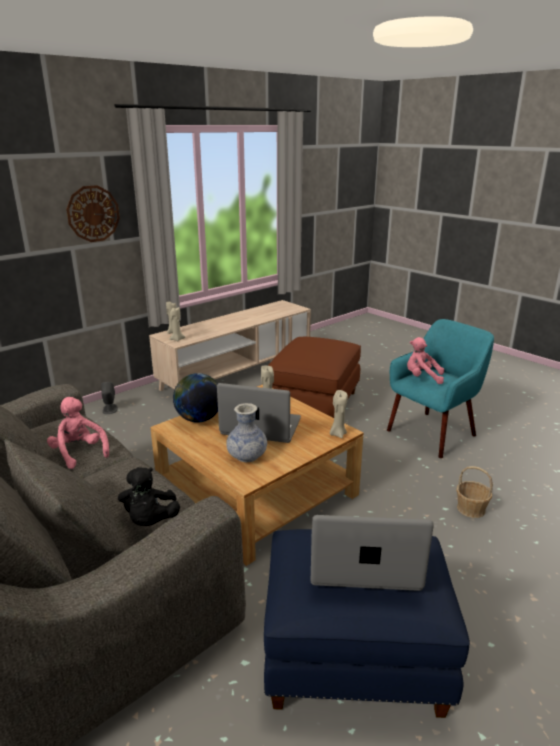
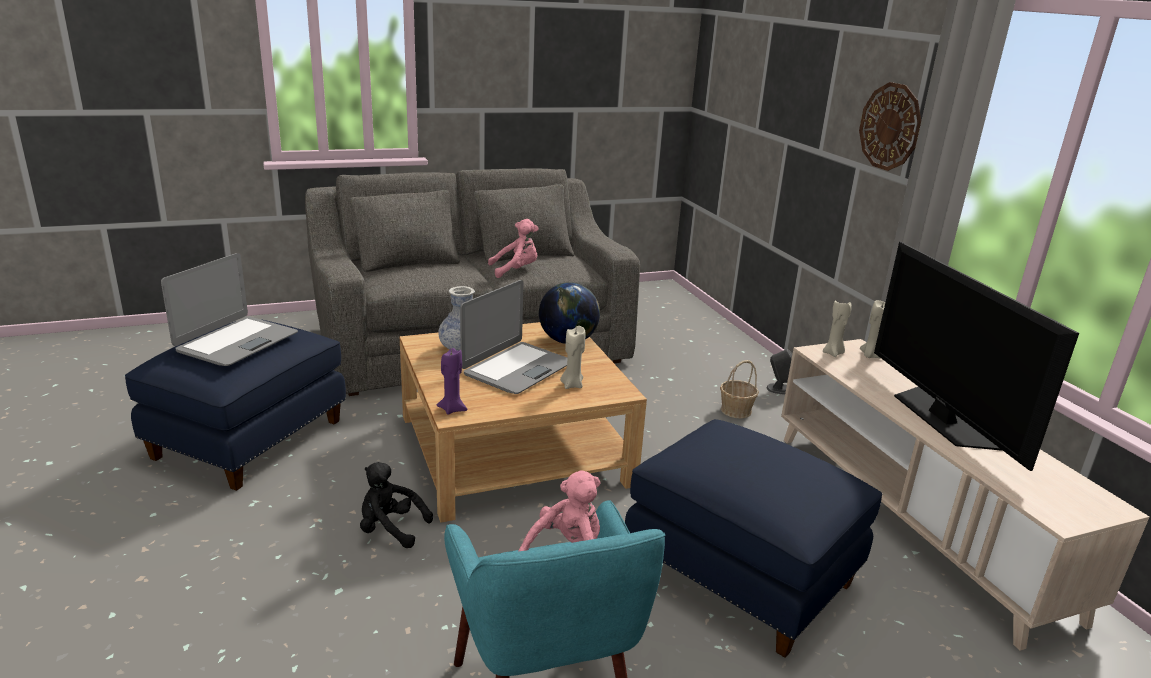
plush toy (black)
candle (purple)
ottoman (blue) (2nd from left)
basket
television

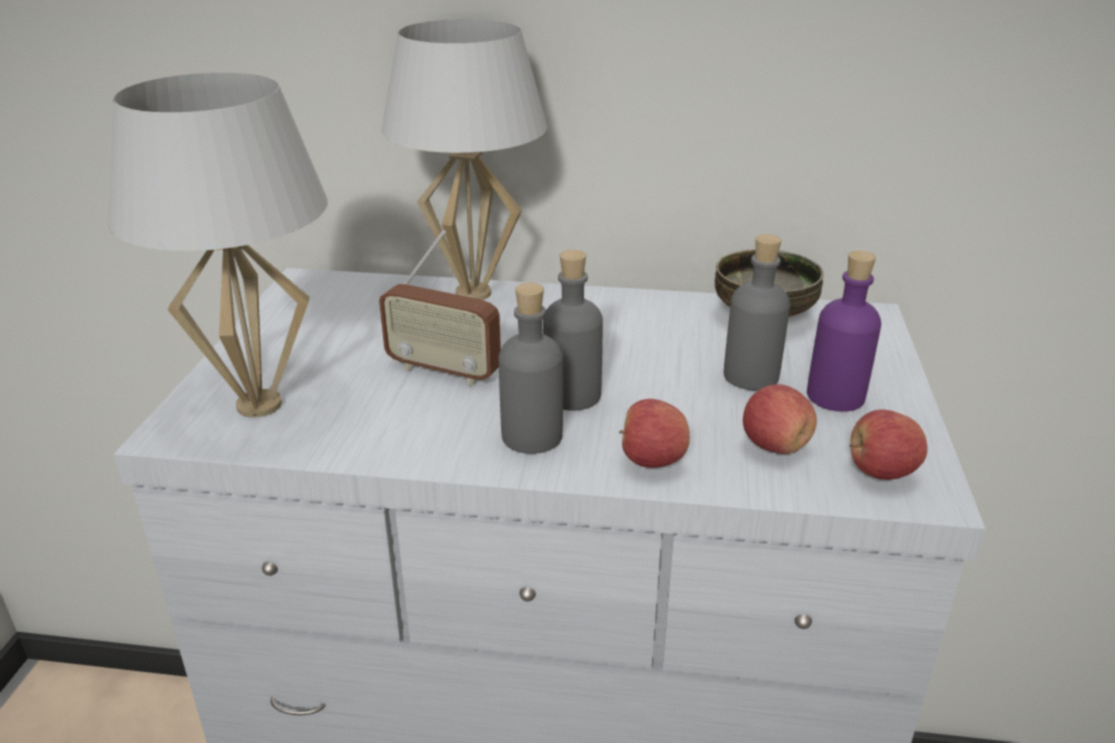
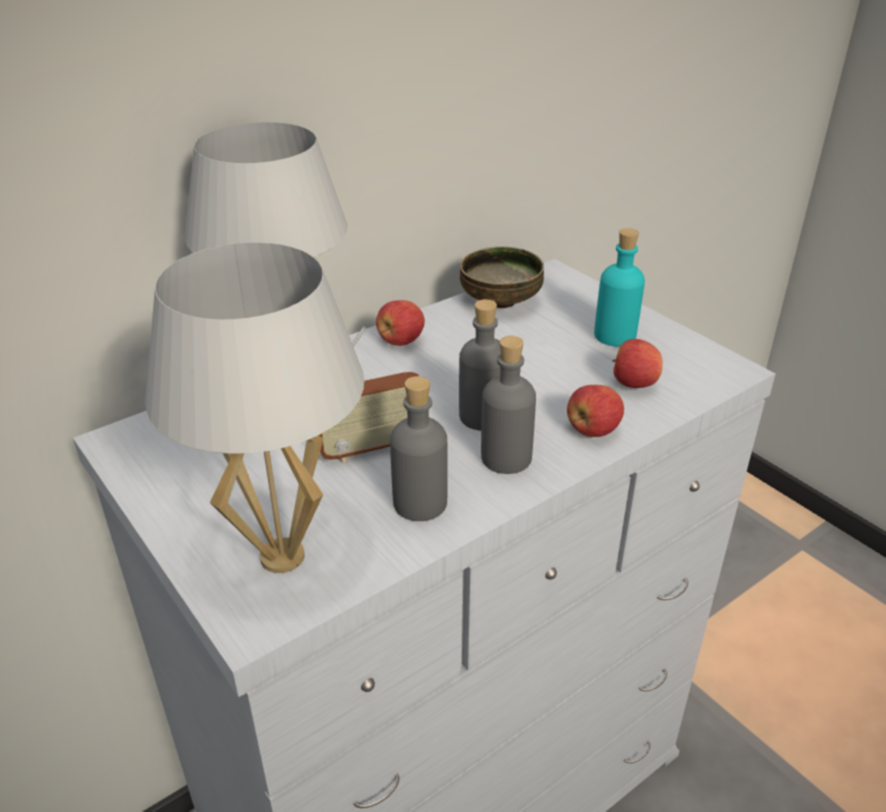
apple (1st from left)
bottle (grey) (1st from left)
bottle (turquoise)

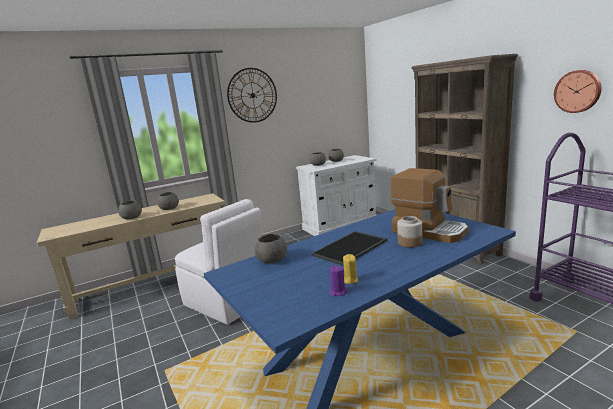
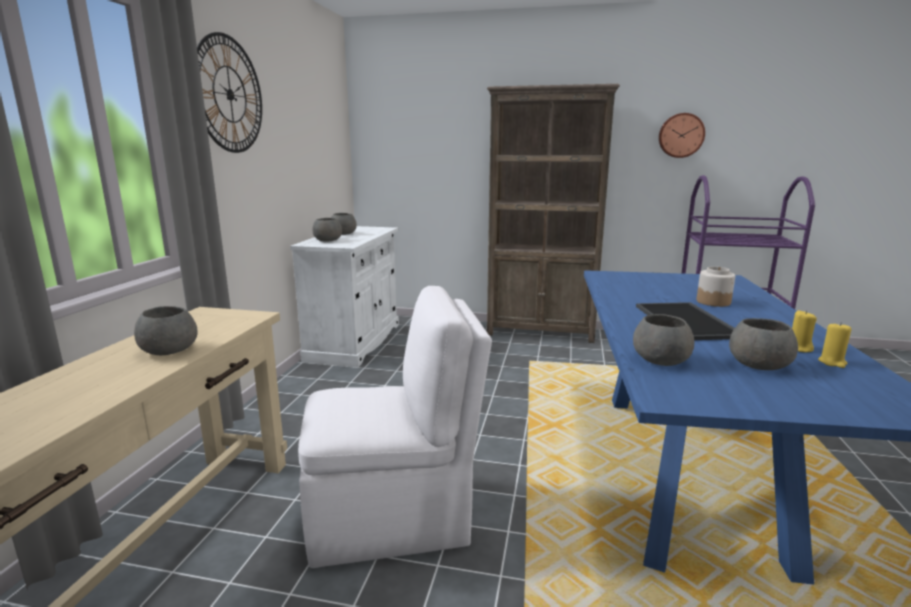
bowl (grey) (5th from left)
candle (yellow) (2nd from left)
coffee machine

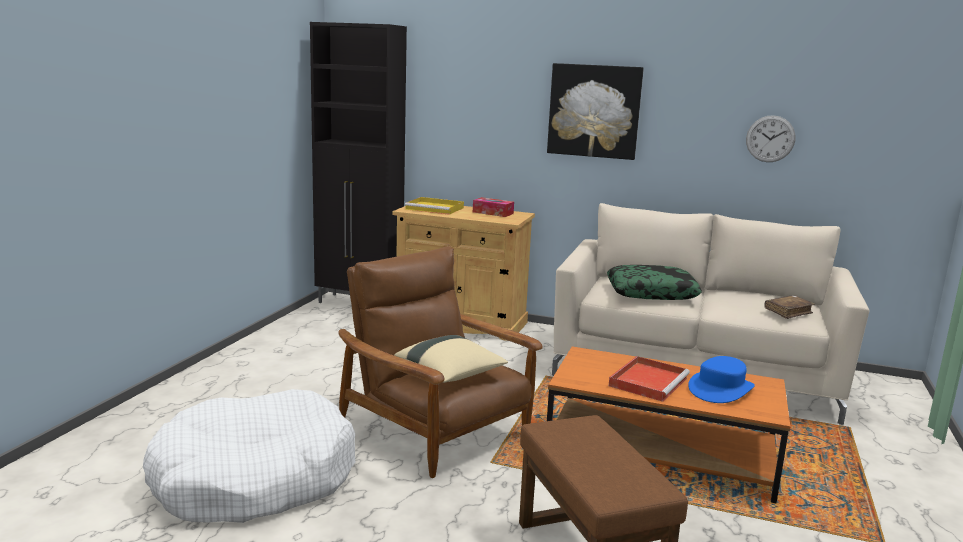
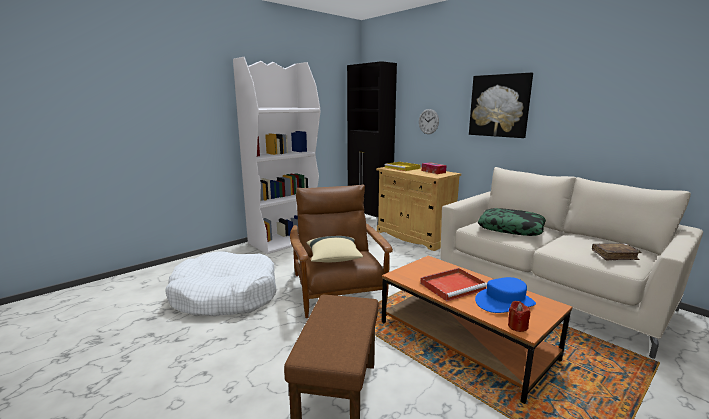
bookcase (white)
wall clock
candle (red)

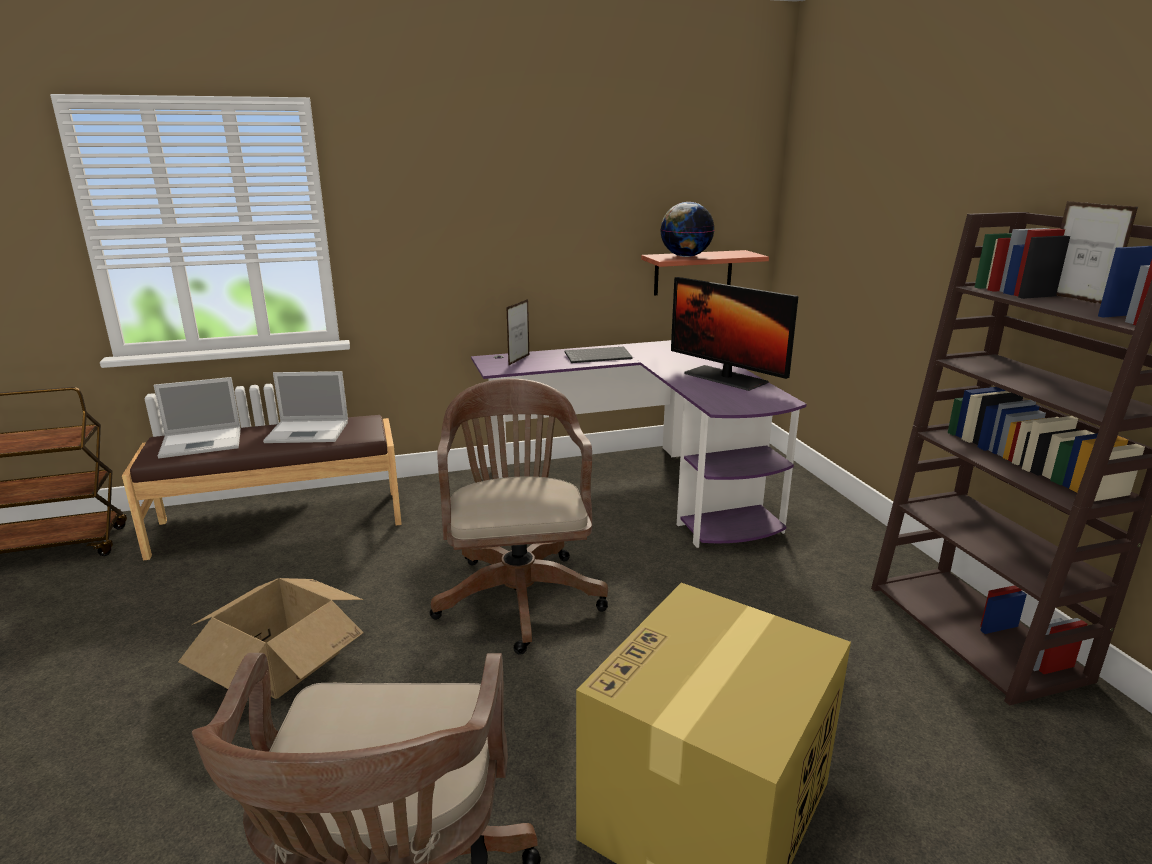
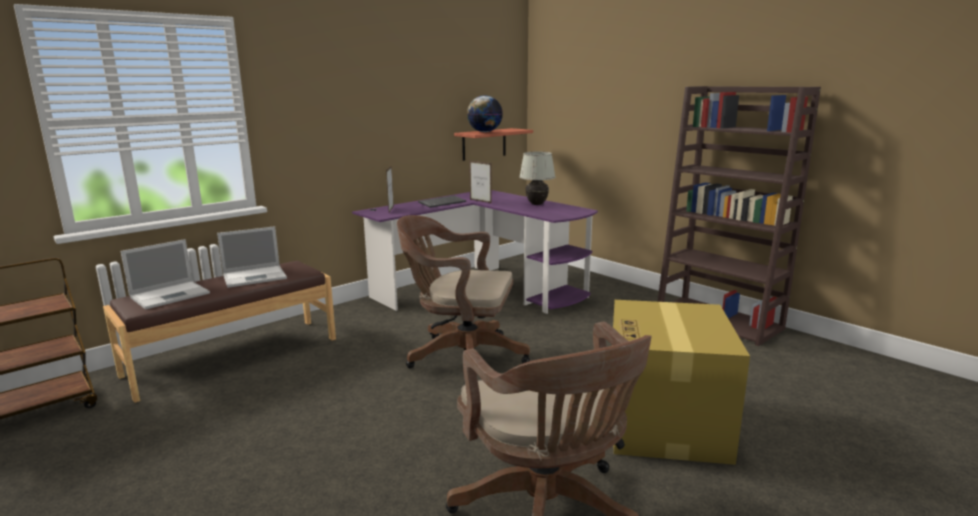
office chair (brown) (1st from left)
picture frame (2nd from left)
table lamp (white)
cardboard box (1st from left in the first image)

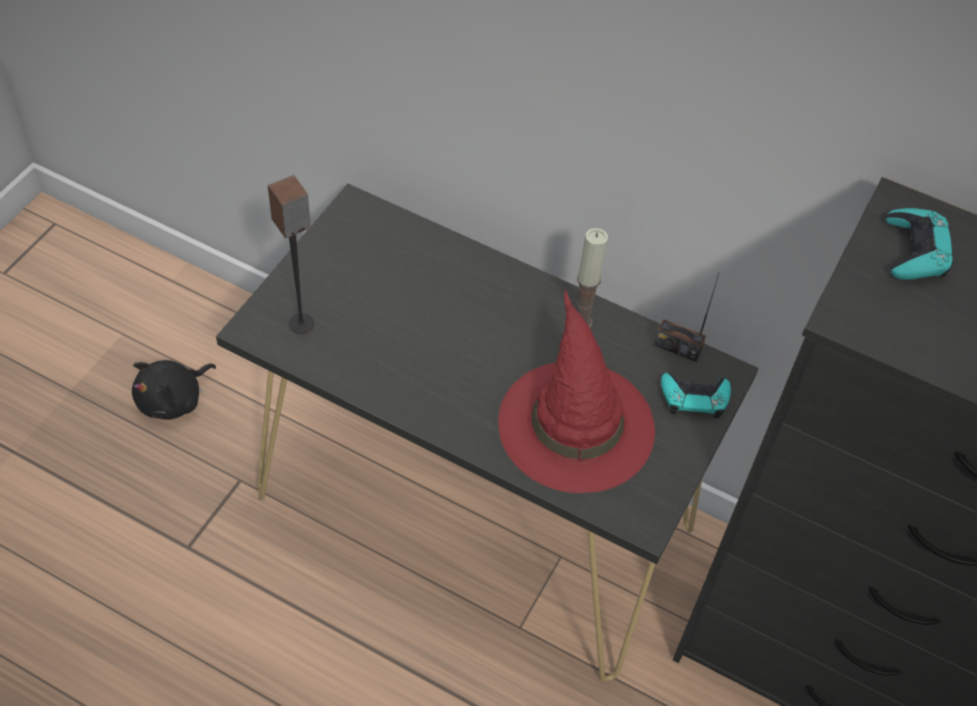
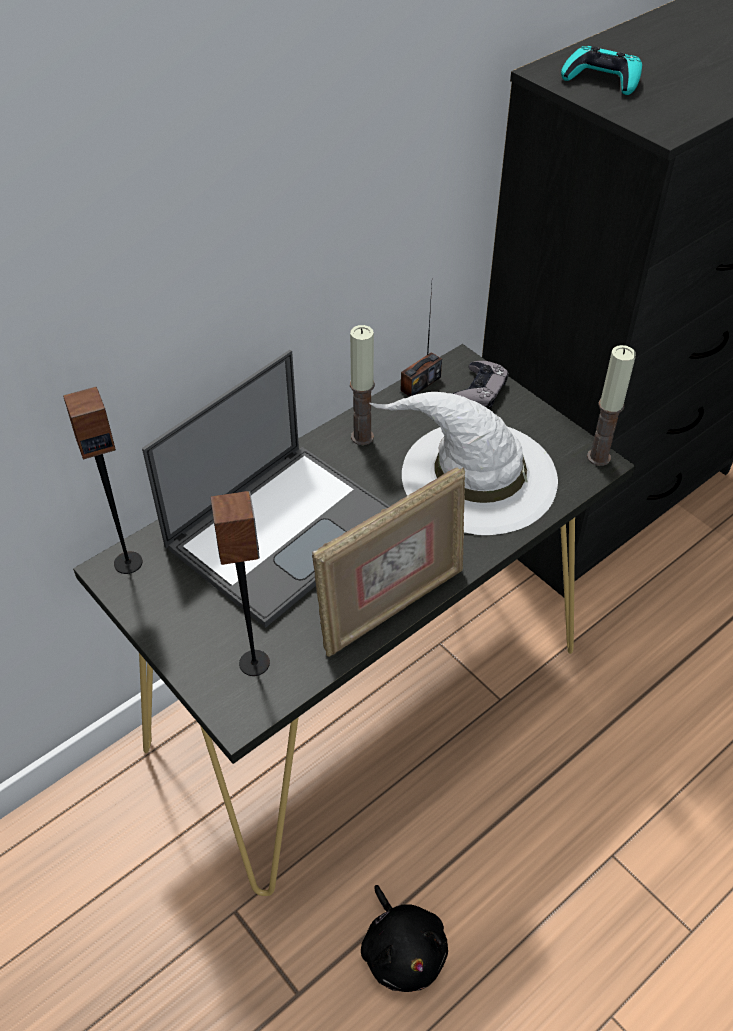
speaker (1st from left)
laptop
picture frame
plush toy (black)
hat (white)
game controller (grey)
candle (2nd from left)

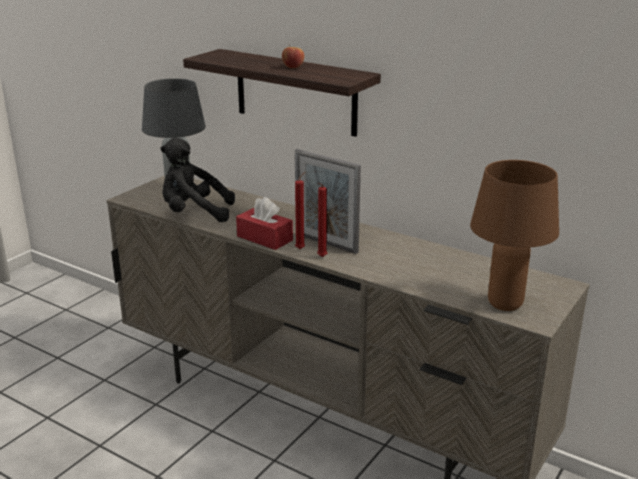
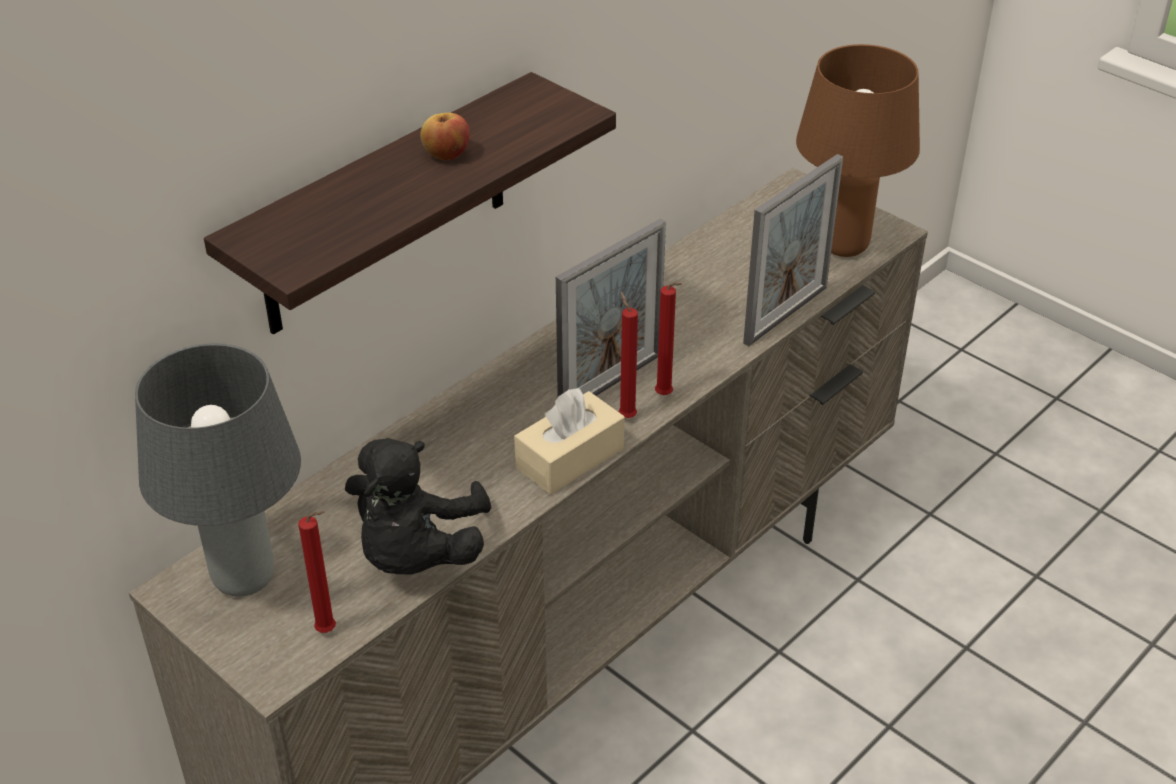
candle (red) (1st from left)
tissue box (beige)
picture frame (2nd from left)

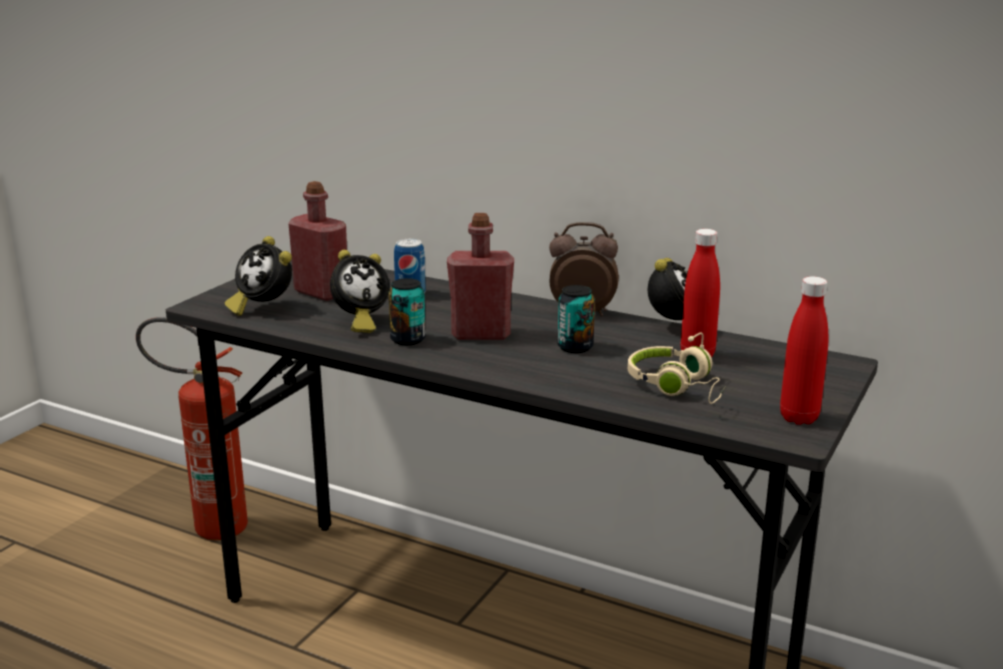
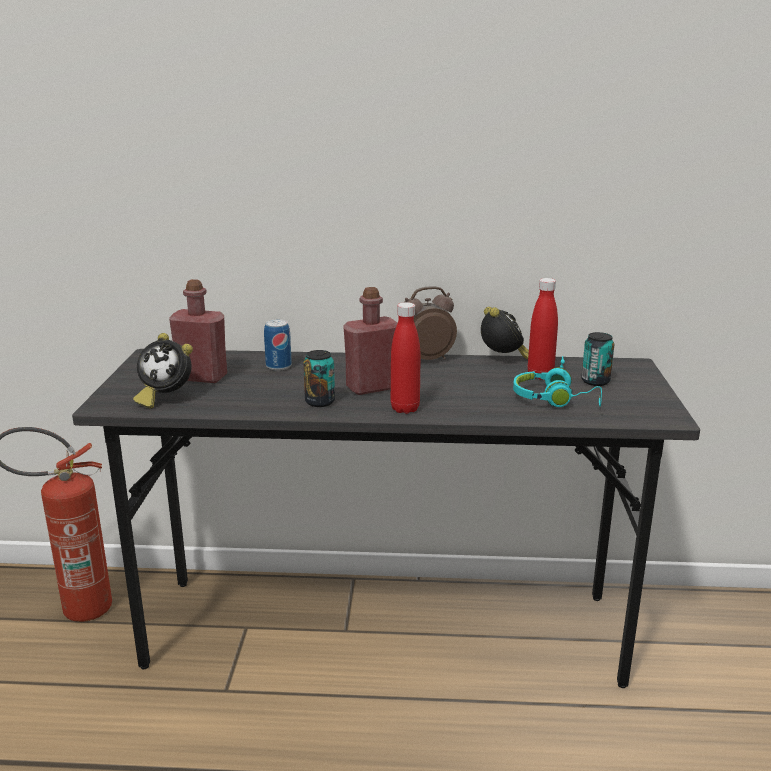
bottle (red) (3rd from left)
headphones (turquoise)
can (3rd from left)
alarm clock (2nd from left in the first image)

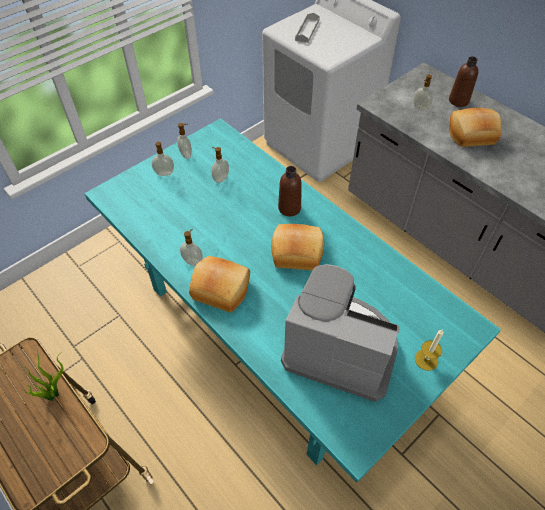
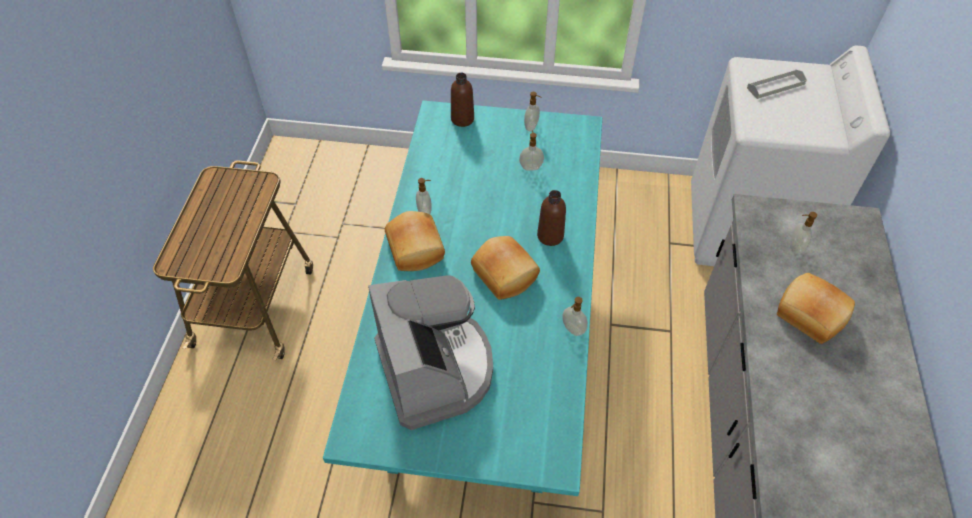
bottle (brown) (1st from left)
soap dispenser (4th from left)
potted plant
candle

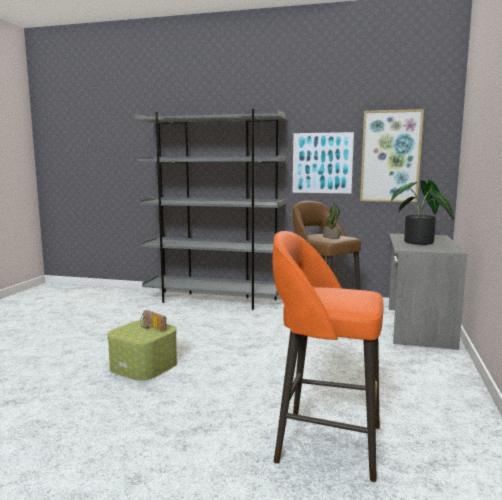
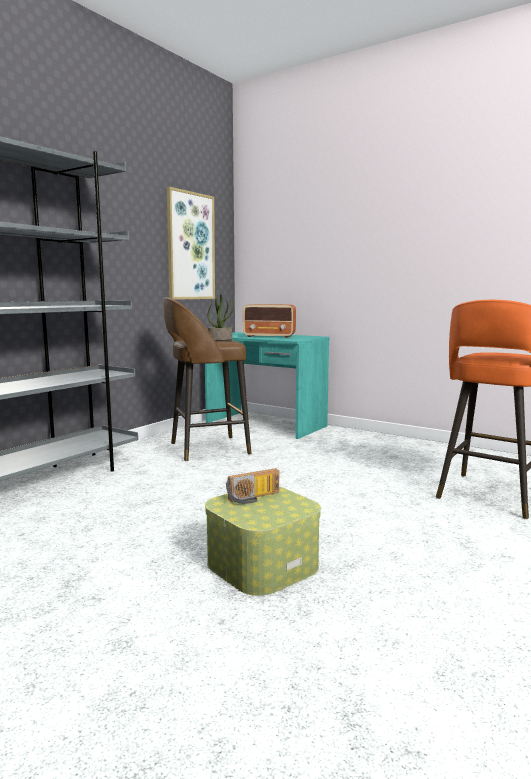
desk (turquoise)
radio (2nd from left)
picture (1st from left in the first image)

